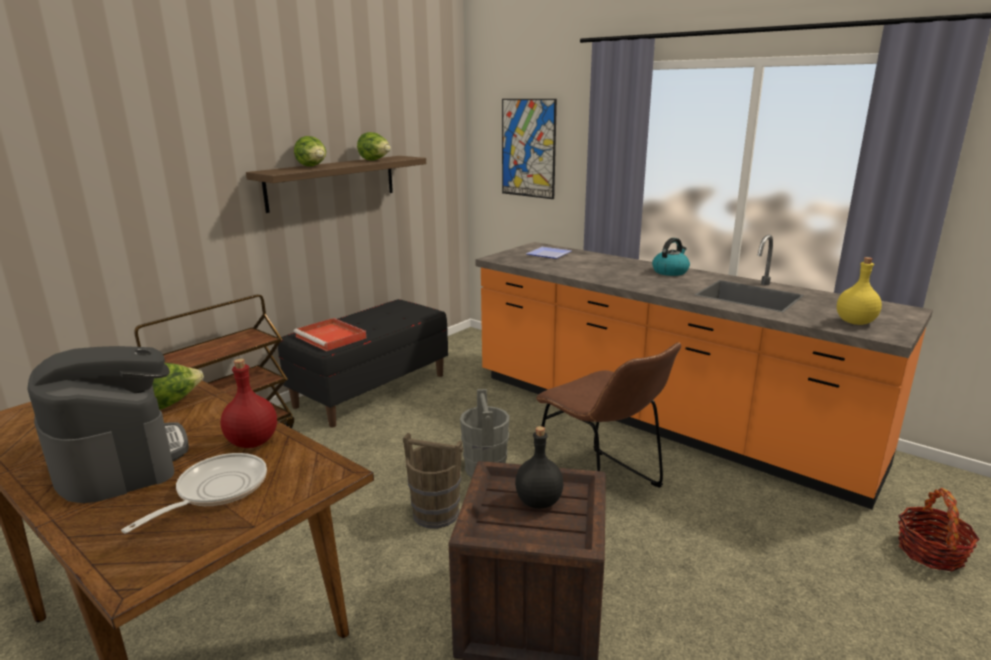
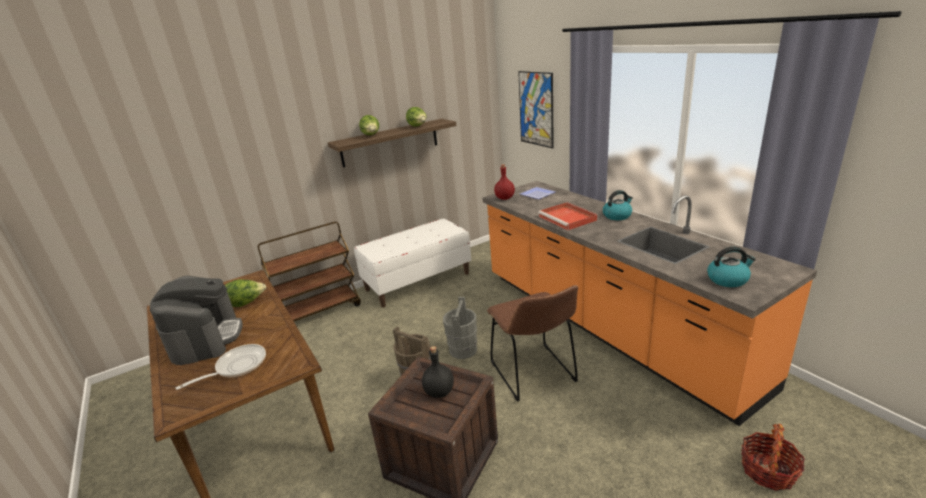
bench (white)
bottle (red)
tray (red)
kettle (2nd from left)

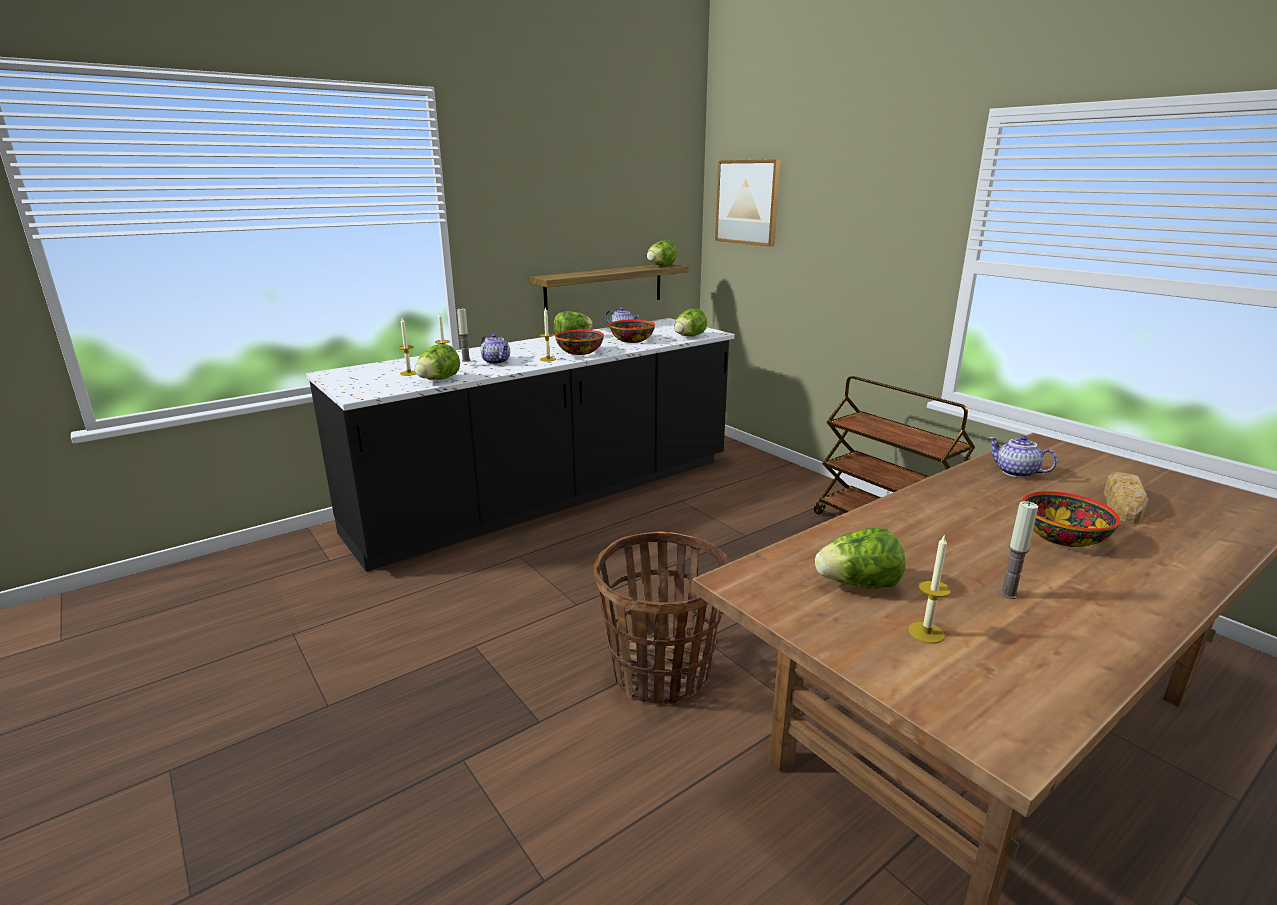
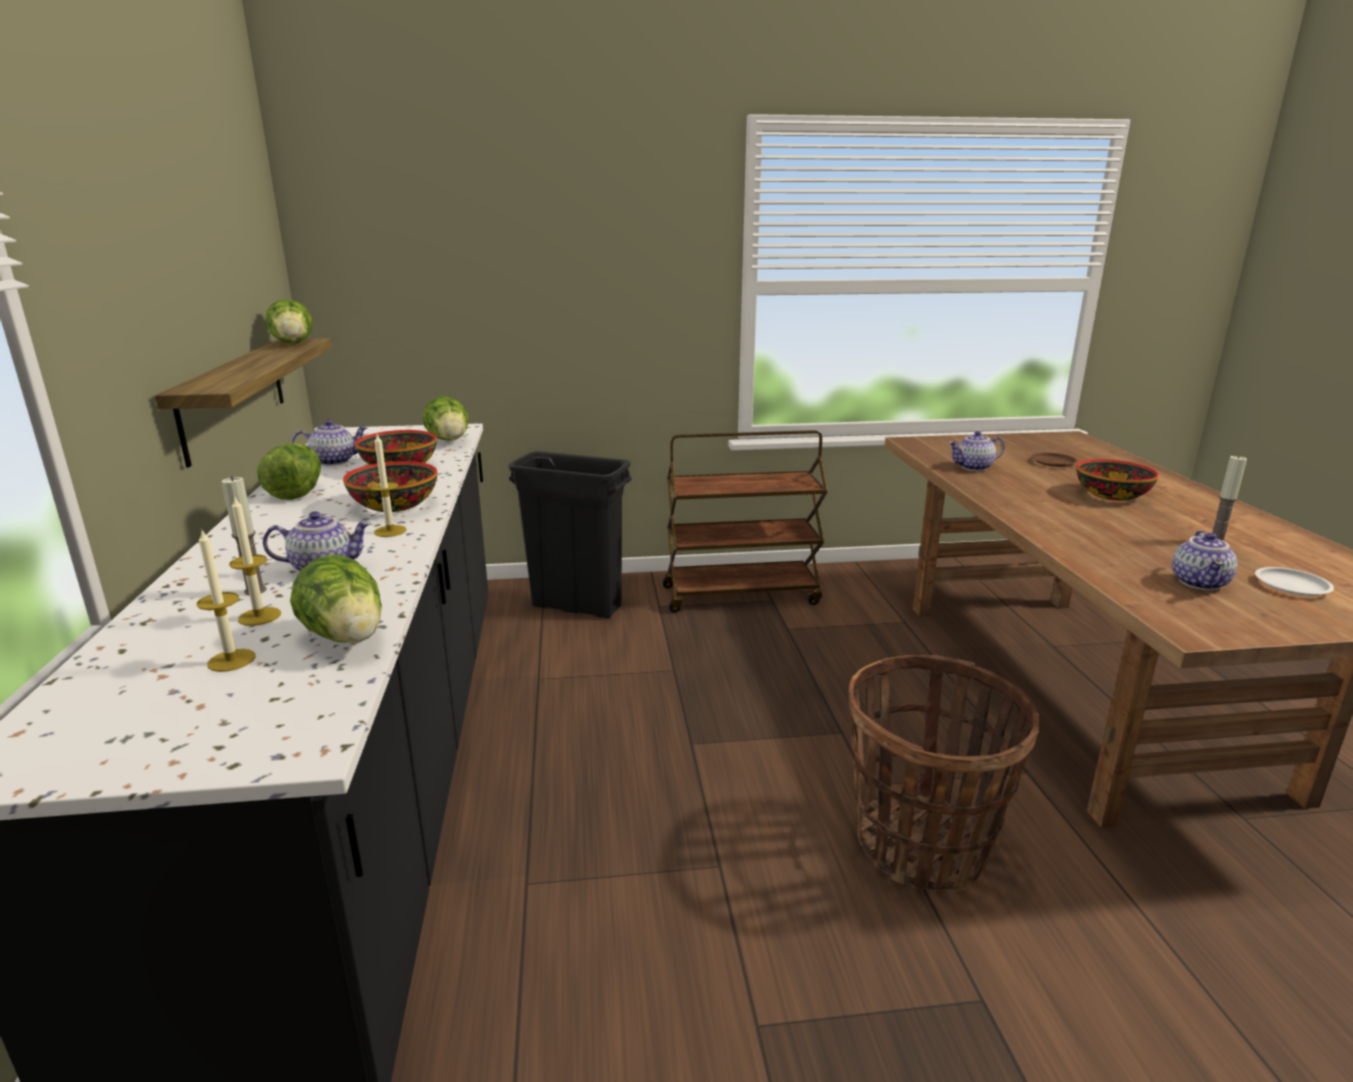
trash can (black)
plate (brown)
teapot (4th from left)
plate (white)
picture

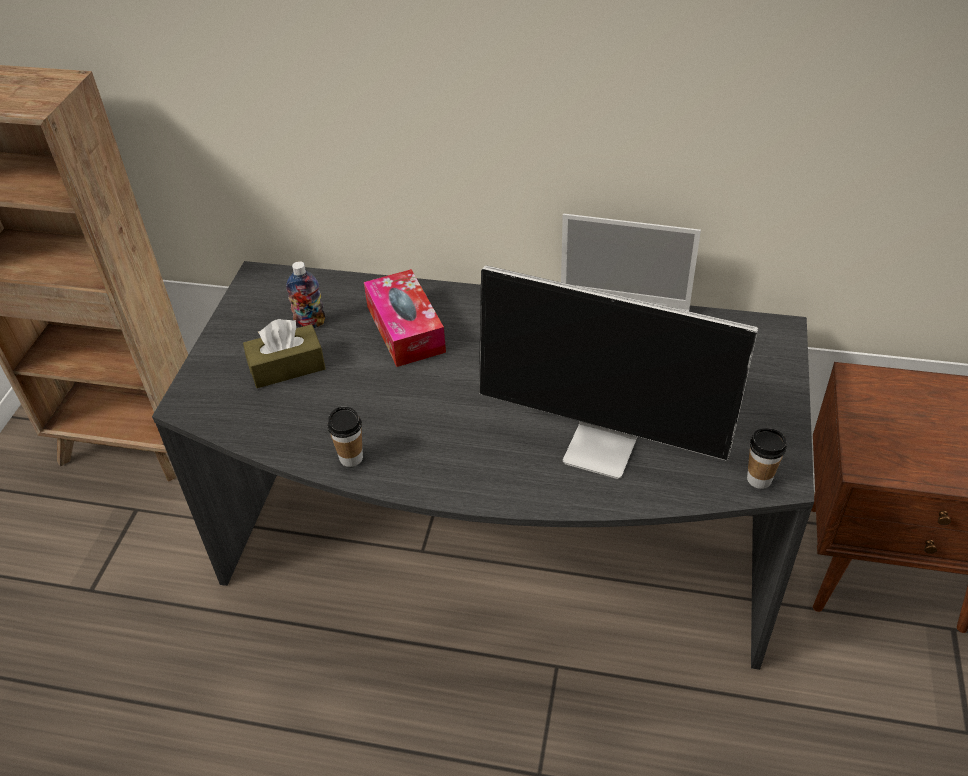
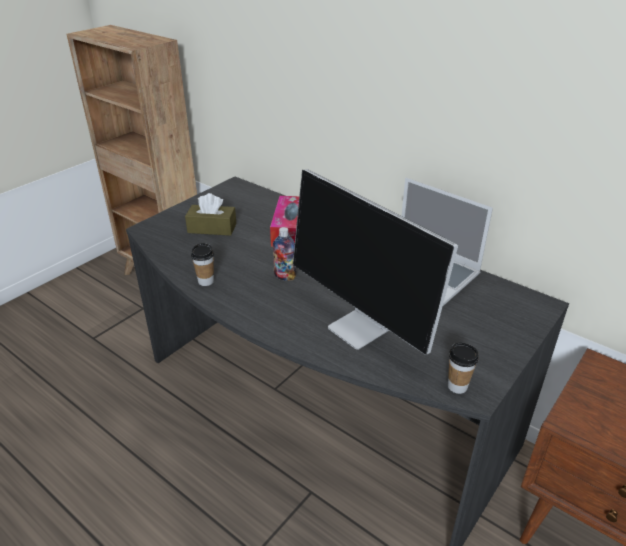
bottle

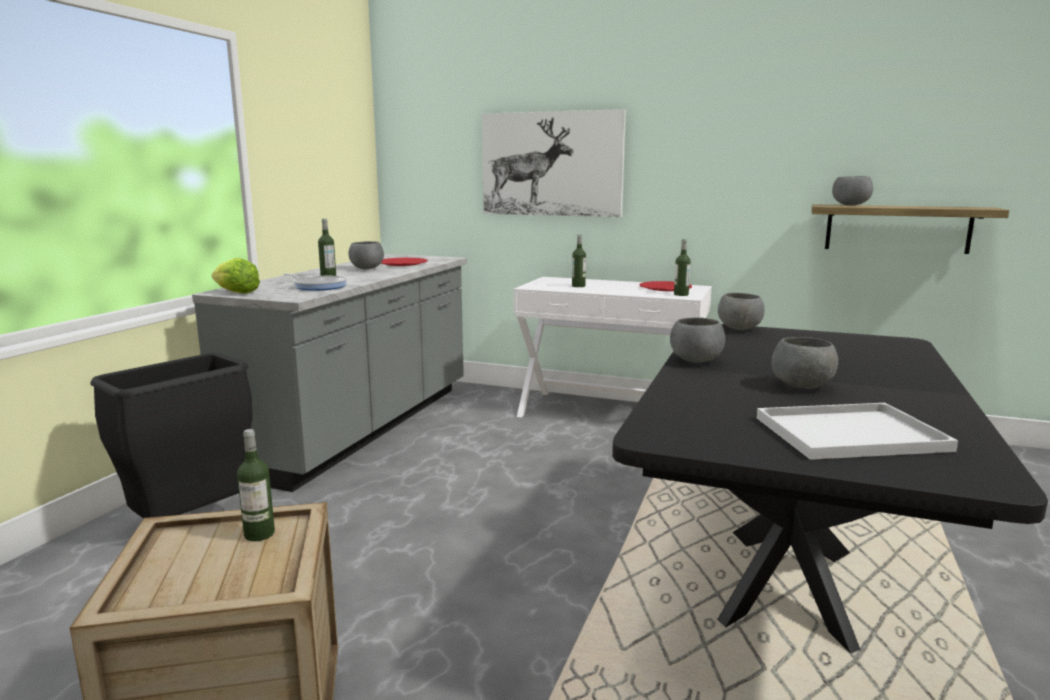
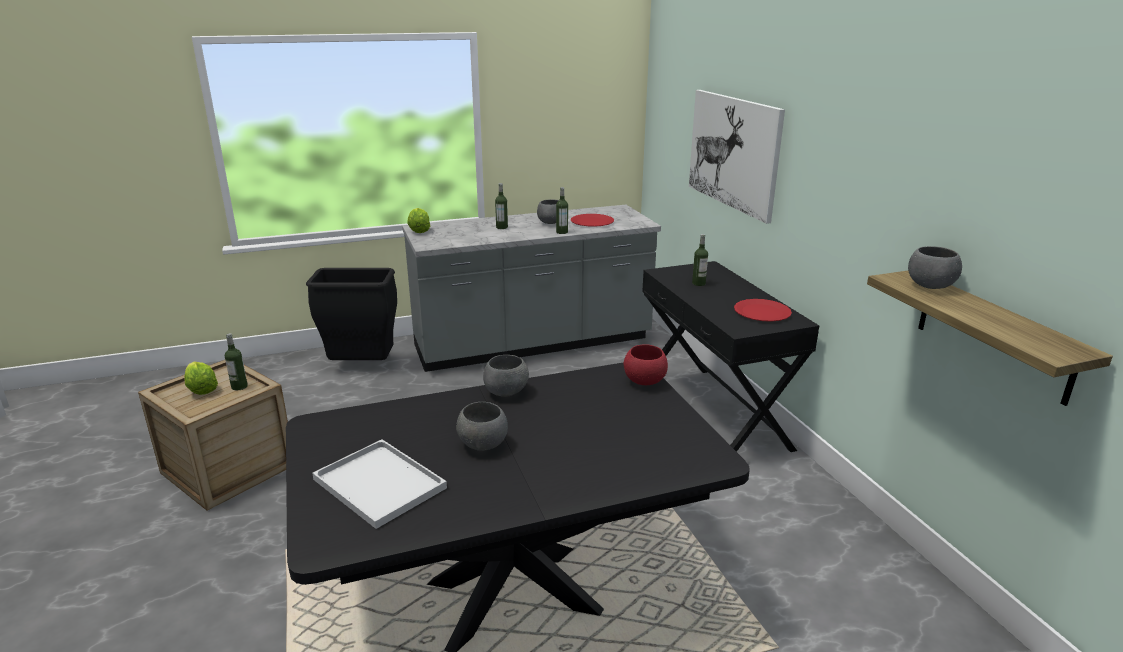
lettuce (1st from left)
bottle (3rd from left)
bowl (red)
console table (black)
frying pan

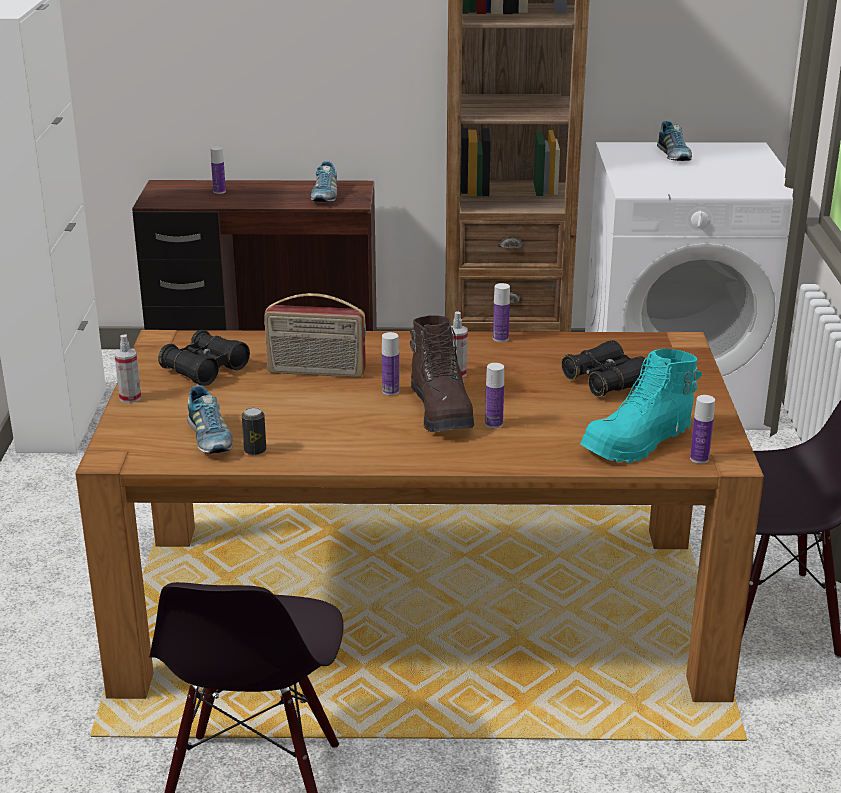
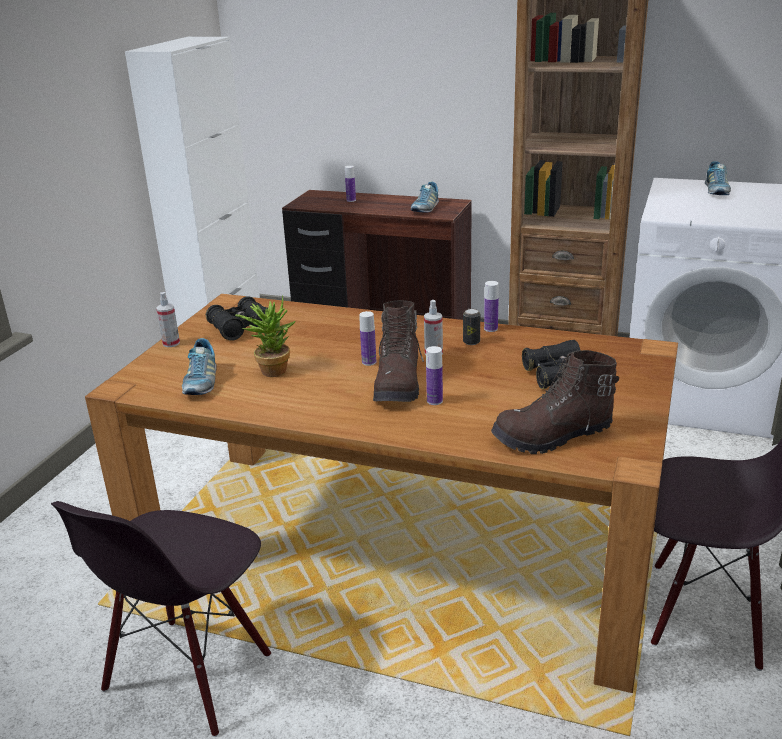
potted plant
can
boot (brown) (2nd from left)
radio
bottle (5th from left in the first image)

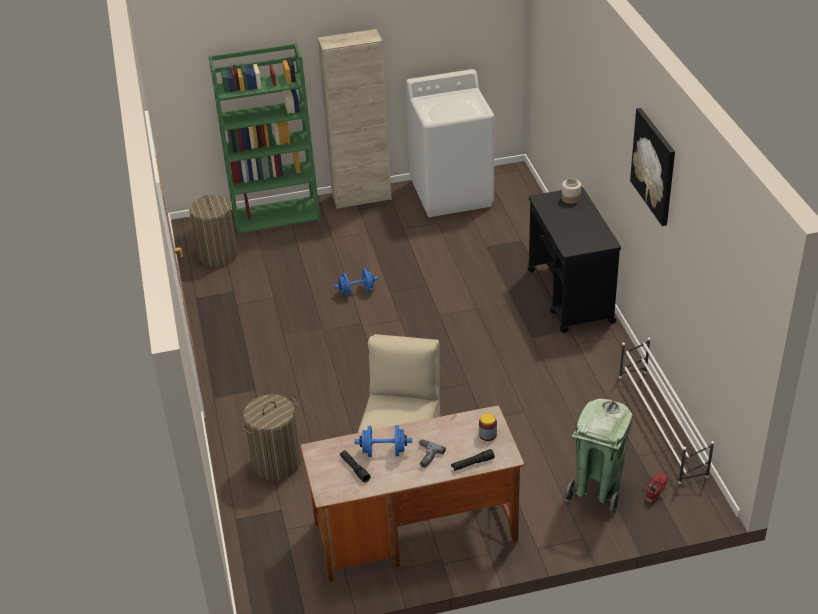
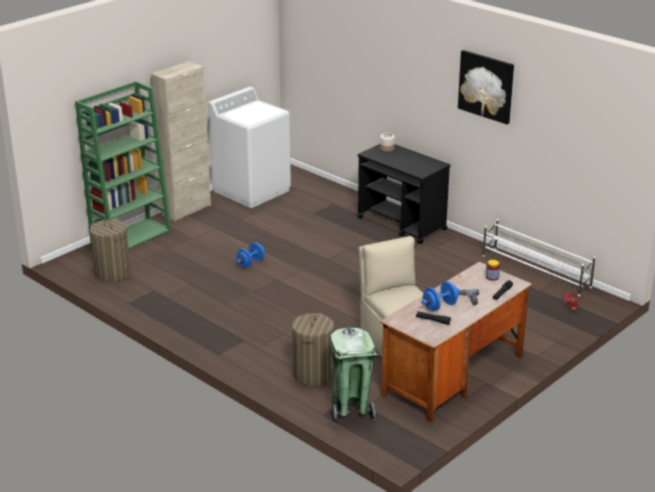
trash can (green)

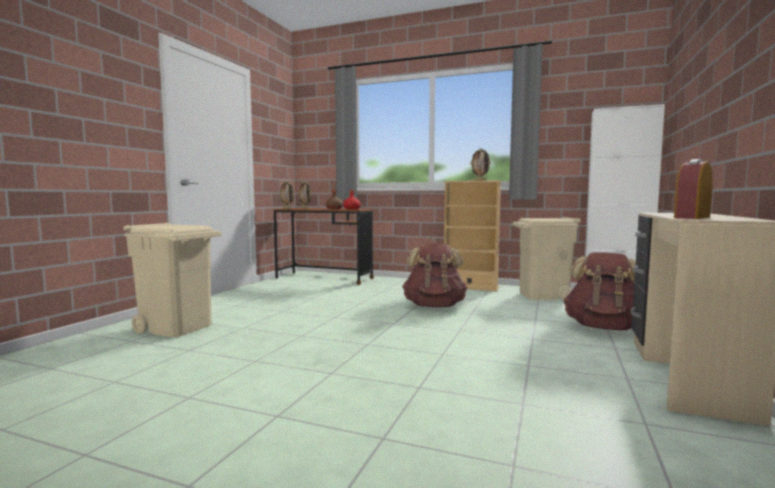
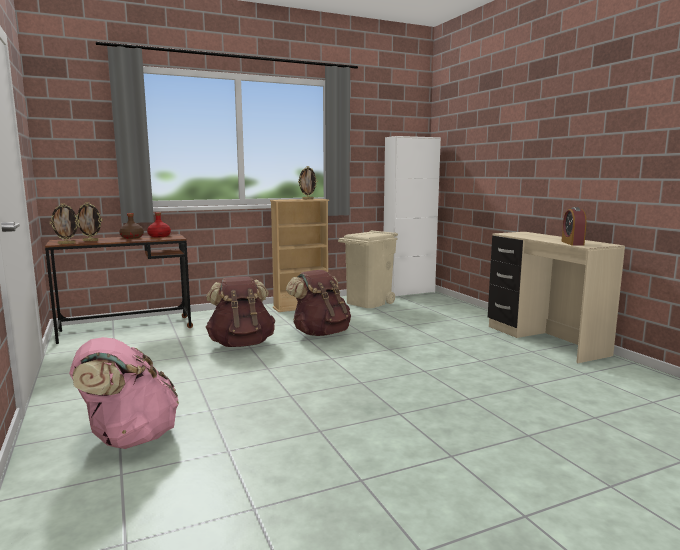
backpack (pink)
backpack (brown) (1st from left)

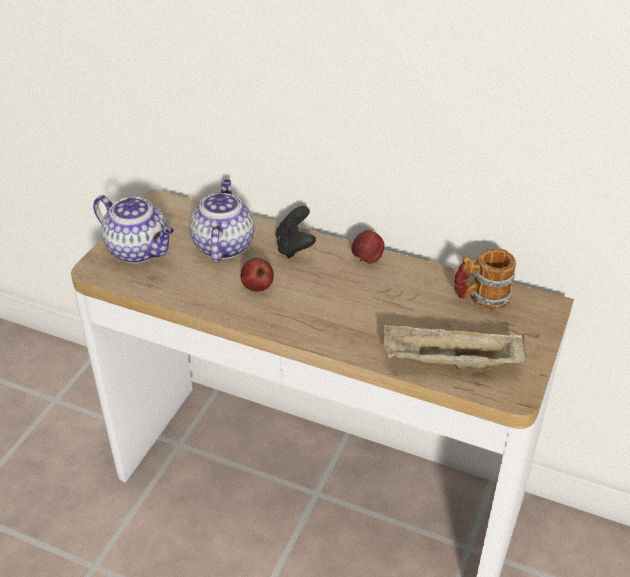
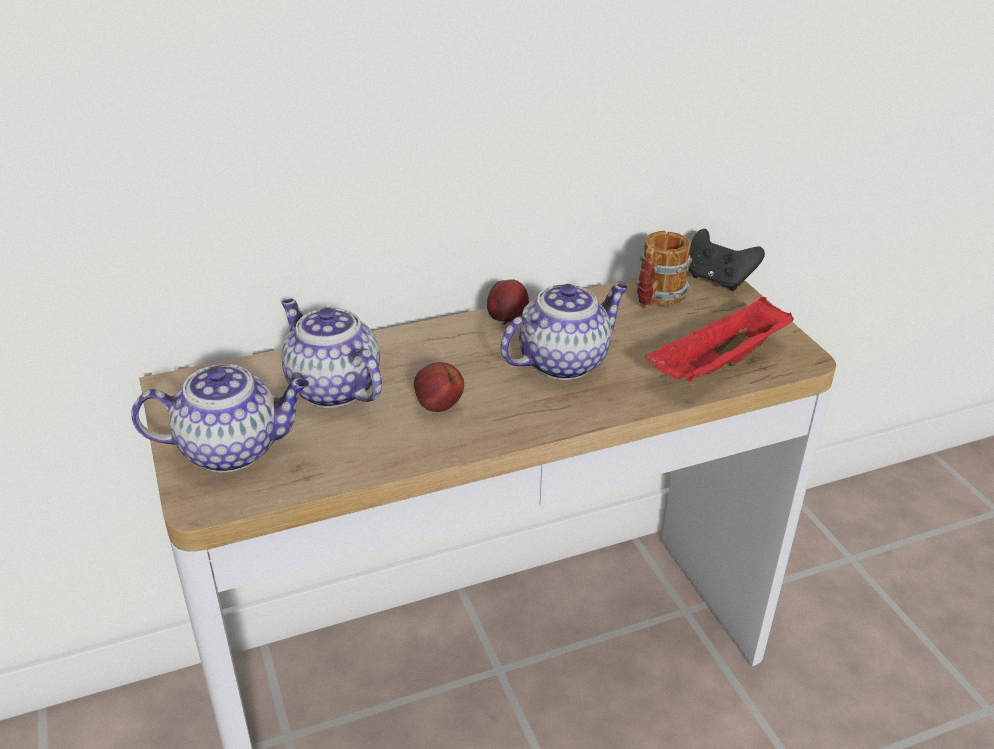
teapot (3rd from left)
tray (red)
game controller (black)

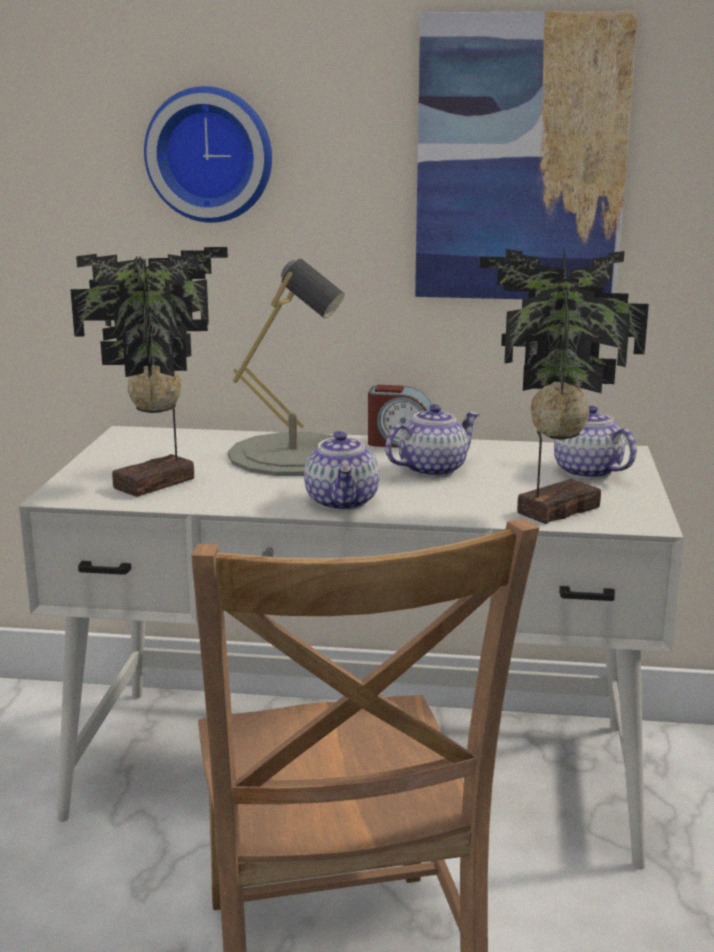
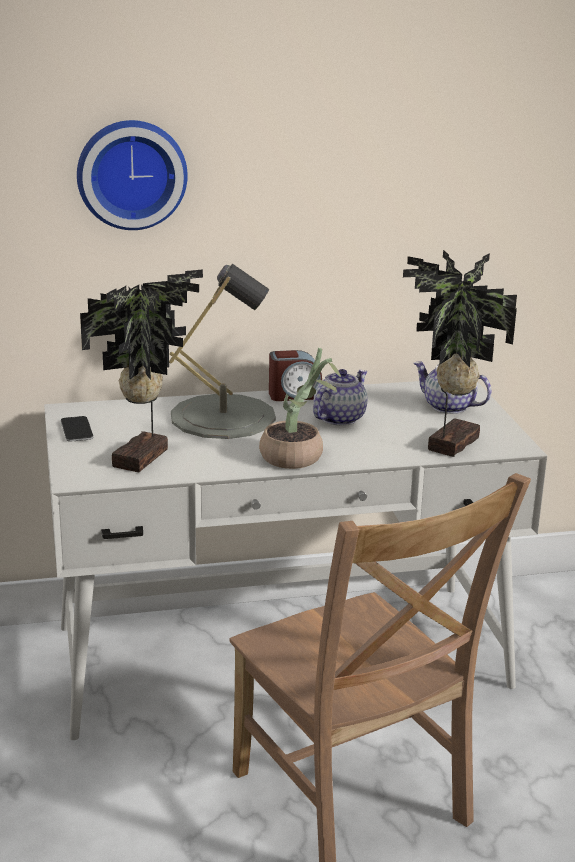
phone
potted plant (2nd from left)
picture

